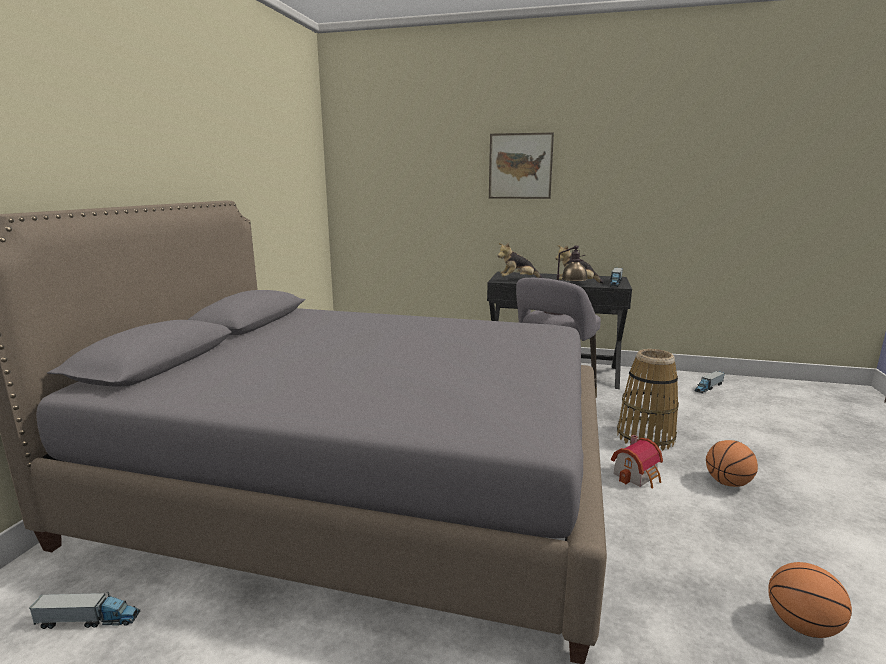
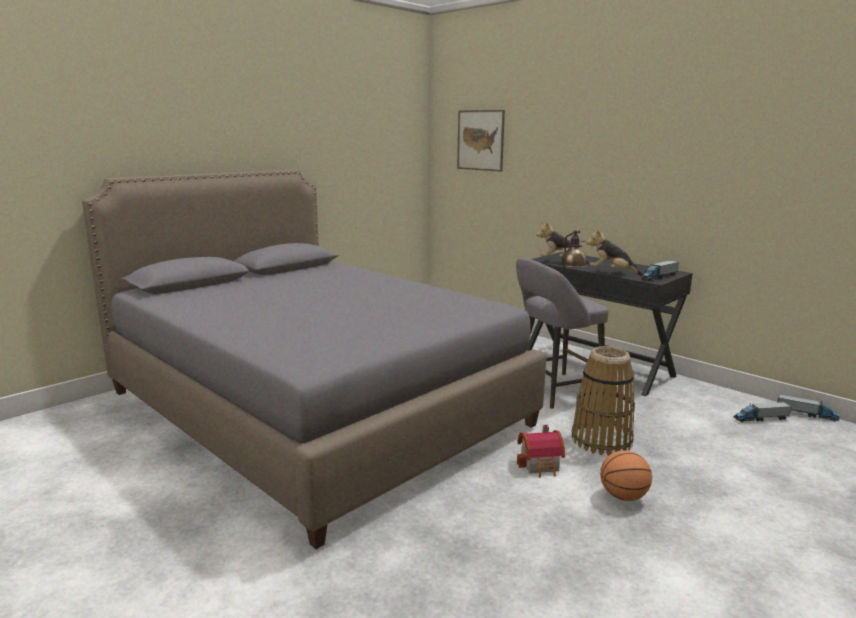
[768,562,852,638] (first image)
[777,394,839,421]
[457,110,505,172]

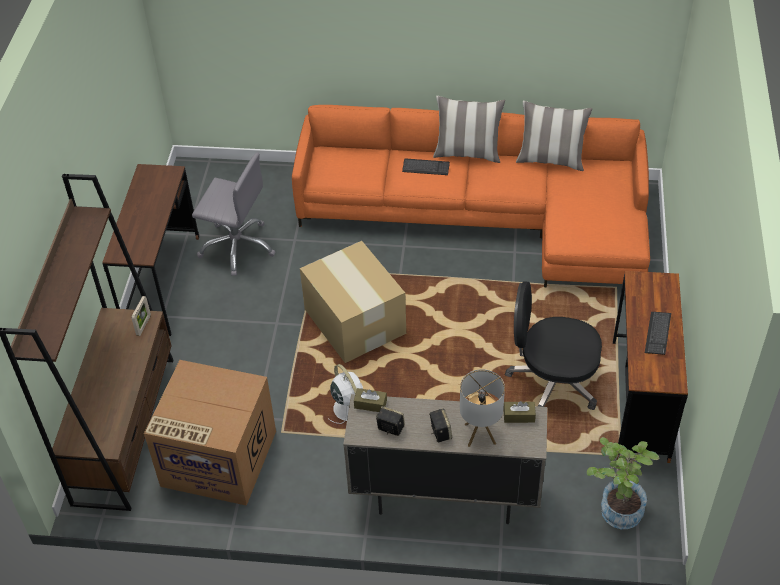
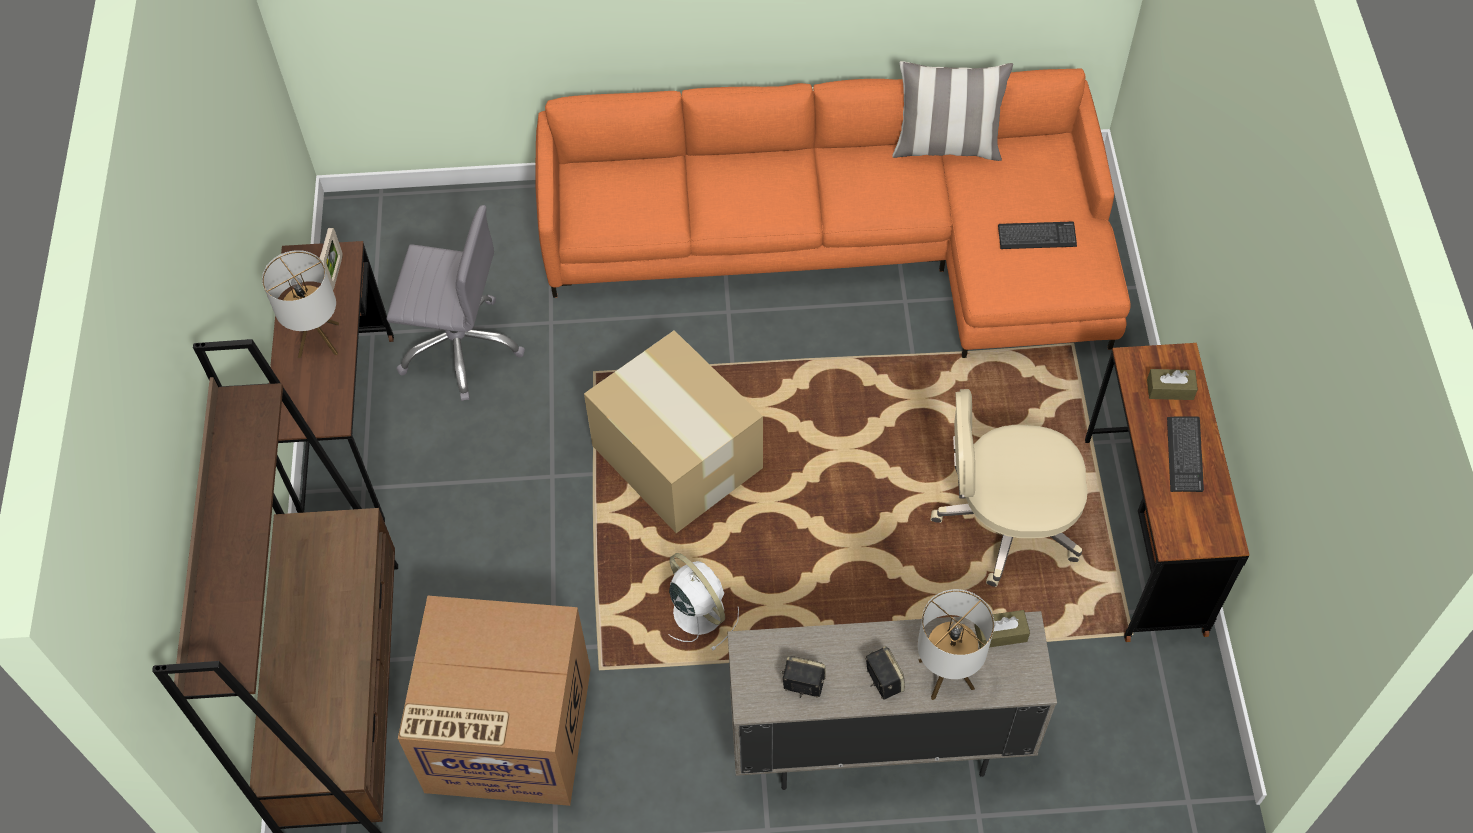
[433,96,505,163] (first image)
[587,437,659,529] (first image)
[262,250,339,358]
[320,228,343,289]
[1147,369,1198,400]
[998,222,1077,249]
[931,389,1088,587]

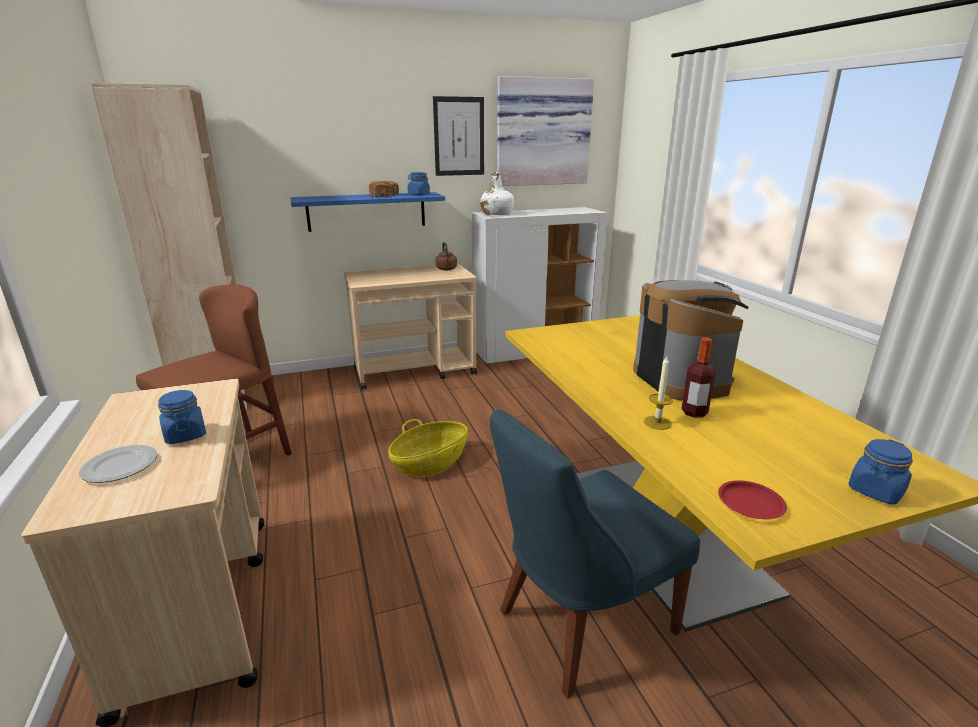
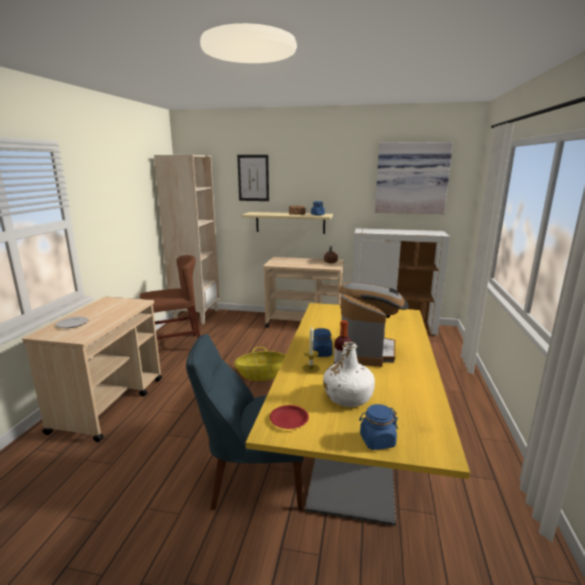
[313,328,333,357]
[237,155,269,201]
[323,342,375,407]
[242,212,333,234]

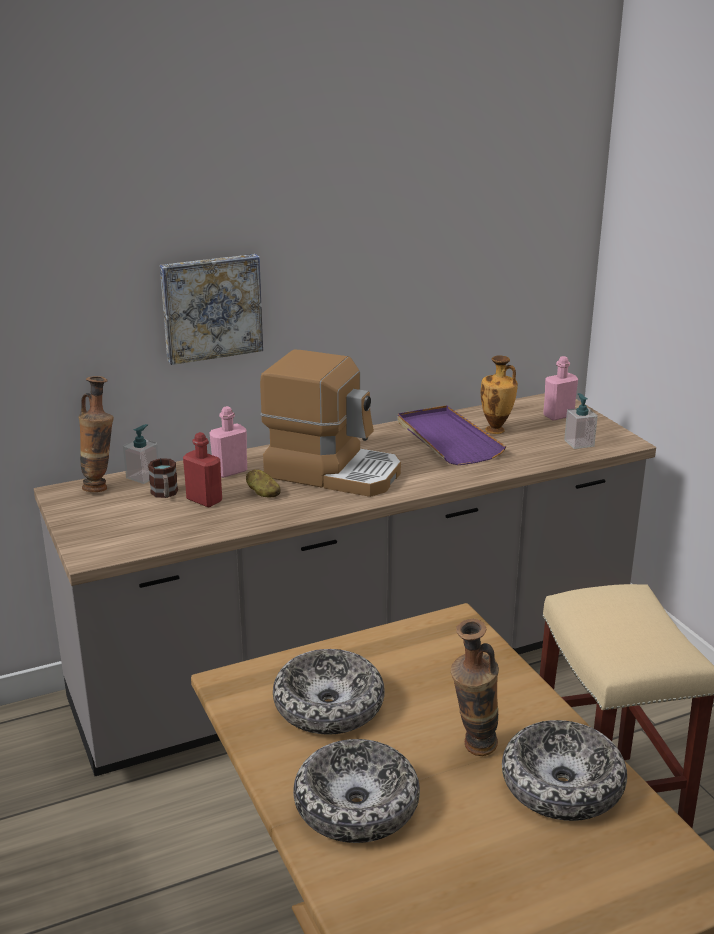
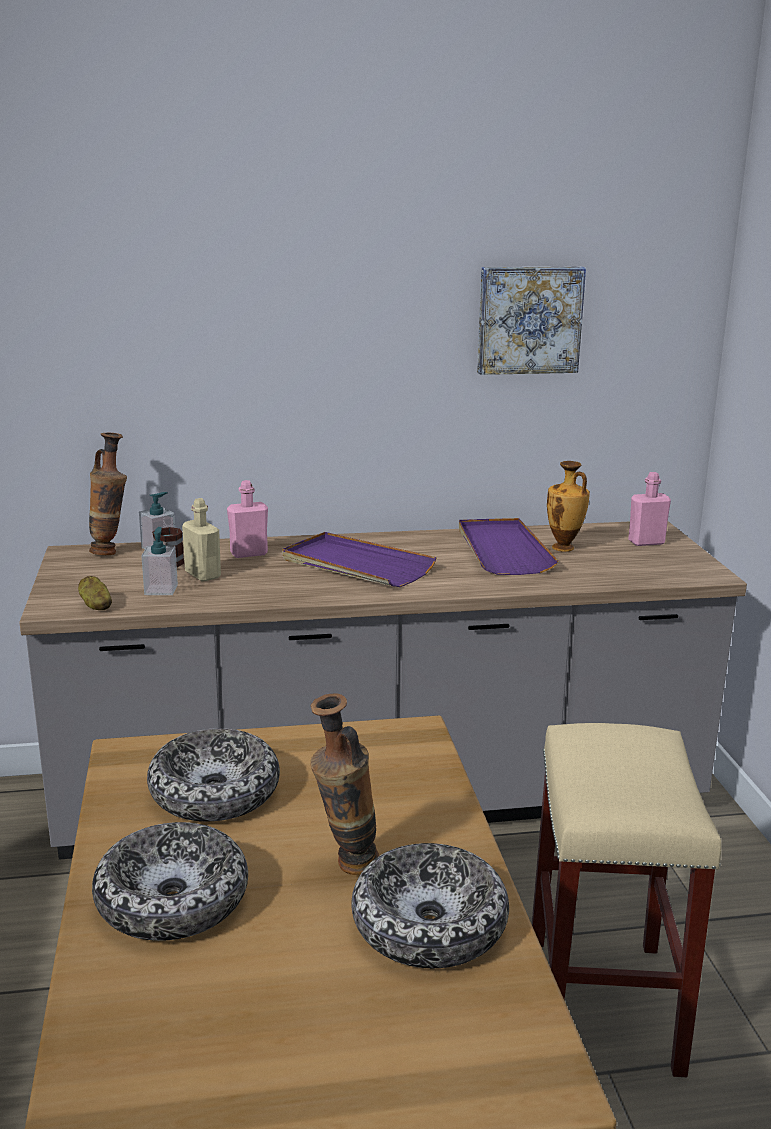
[477,267,586,375]
[78,576,112,610]
[141,527,178,595]
[282,532,437,587]
[182,498,221,582]

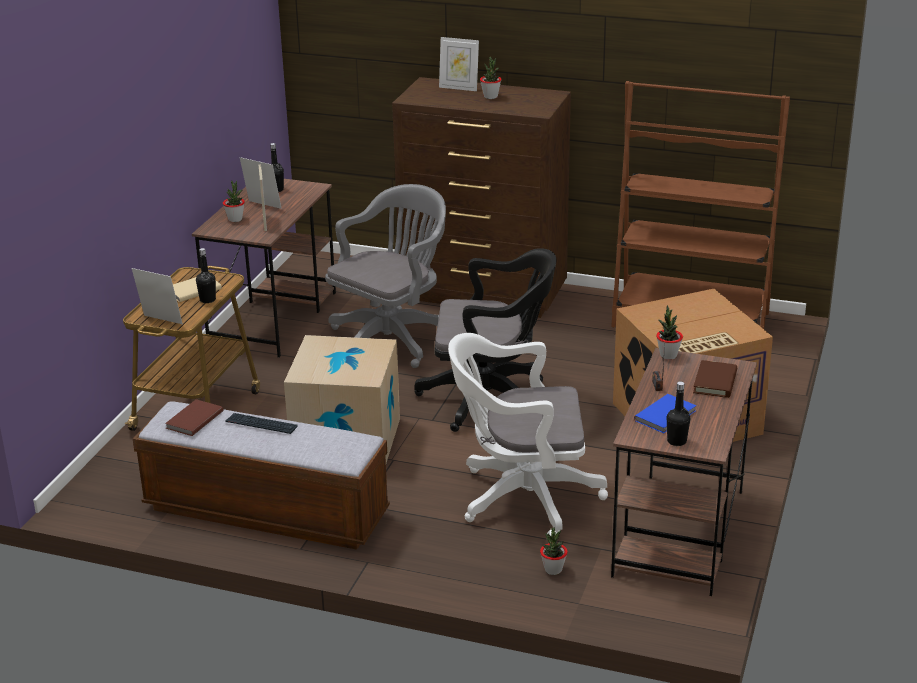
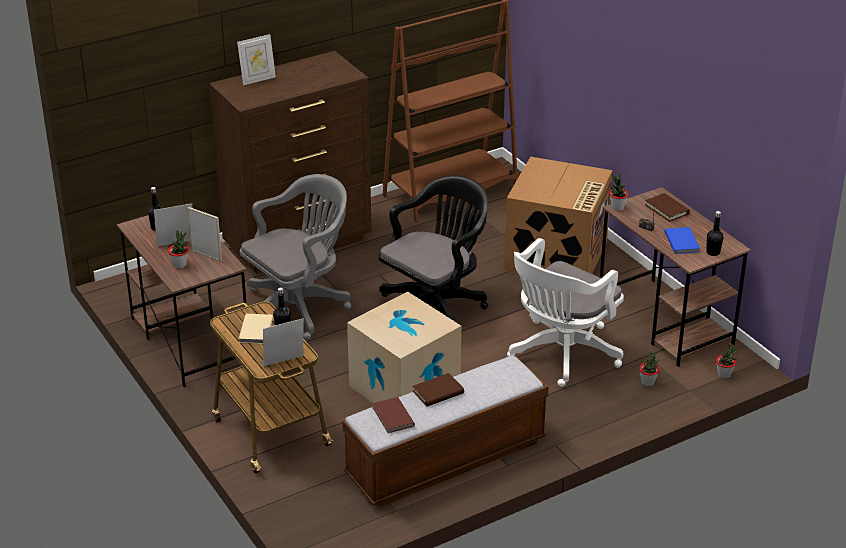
[716,343,737,378]
[412,373,464,407]
[240,174,351,340]

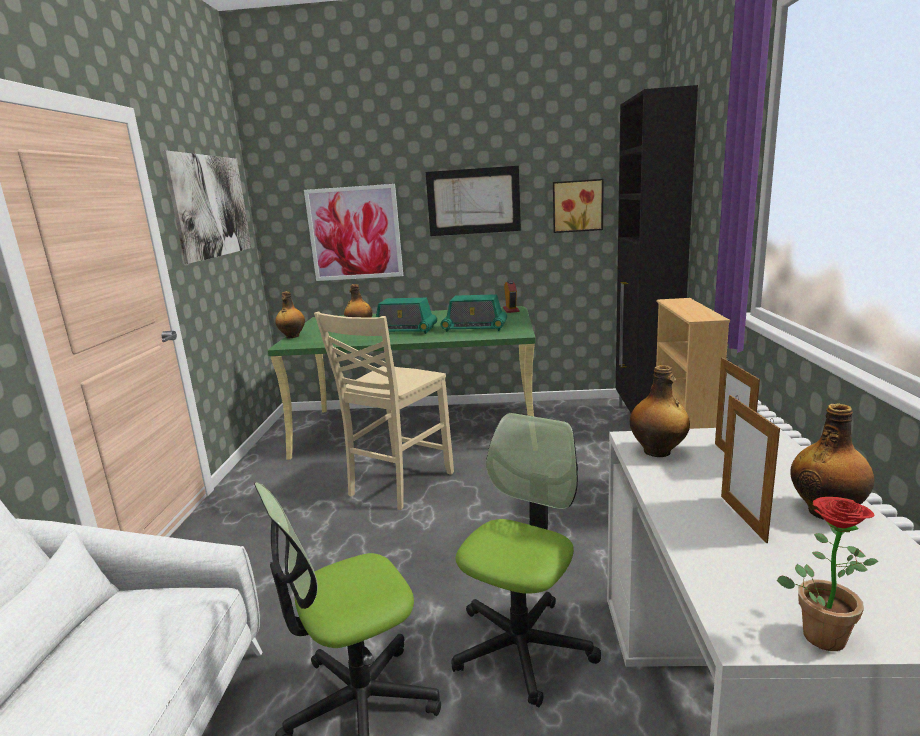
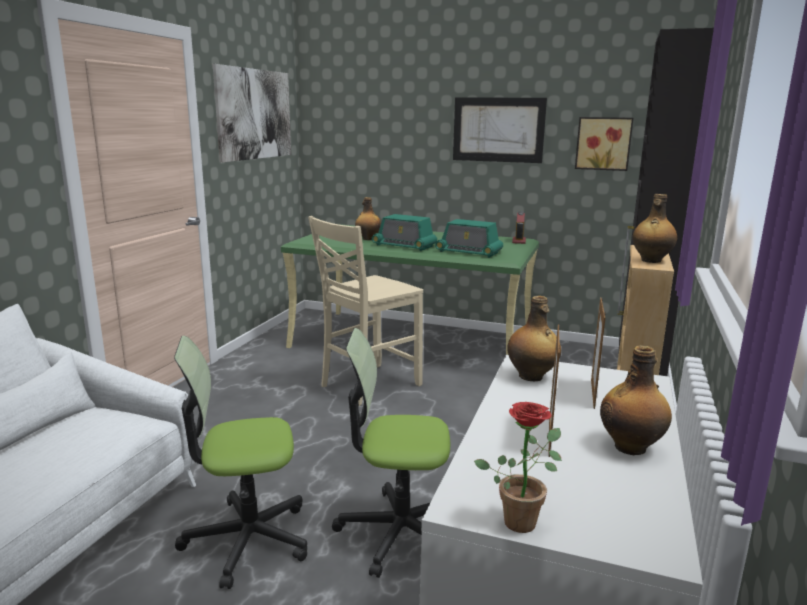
[304,184,403,281] (first image)
[632,194,677,263]
[332,328,450,578]

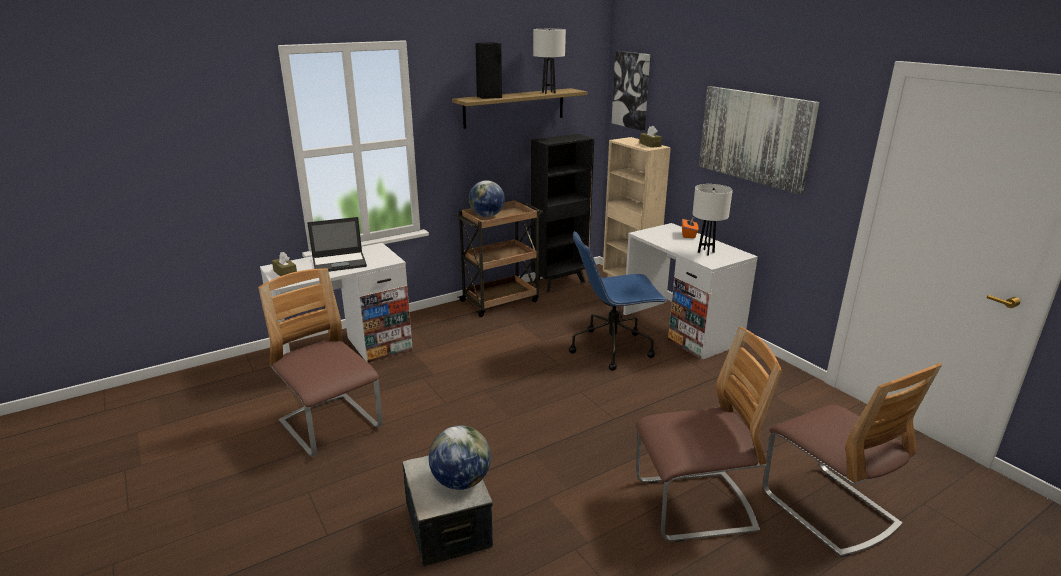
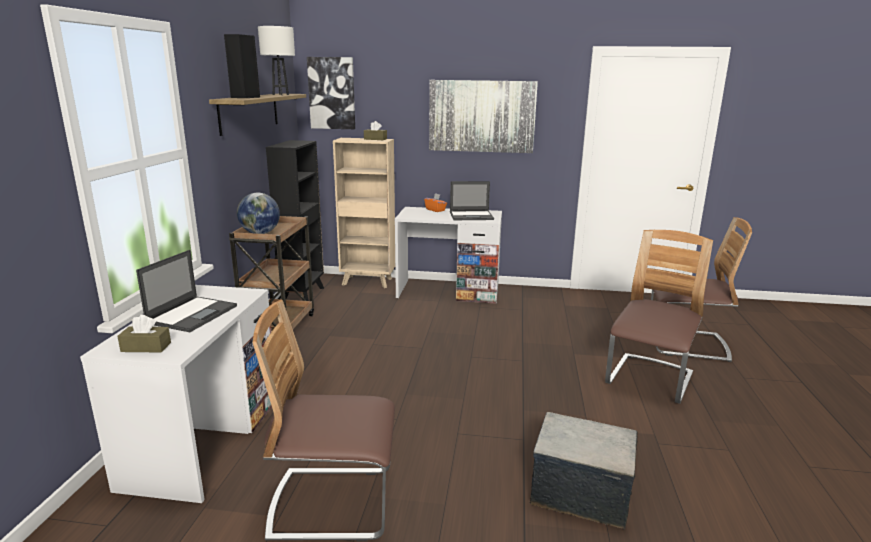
[429,425,491,490] (first image)
[569,231,667,371] (first image)
[450,181,494,220]

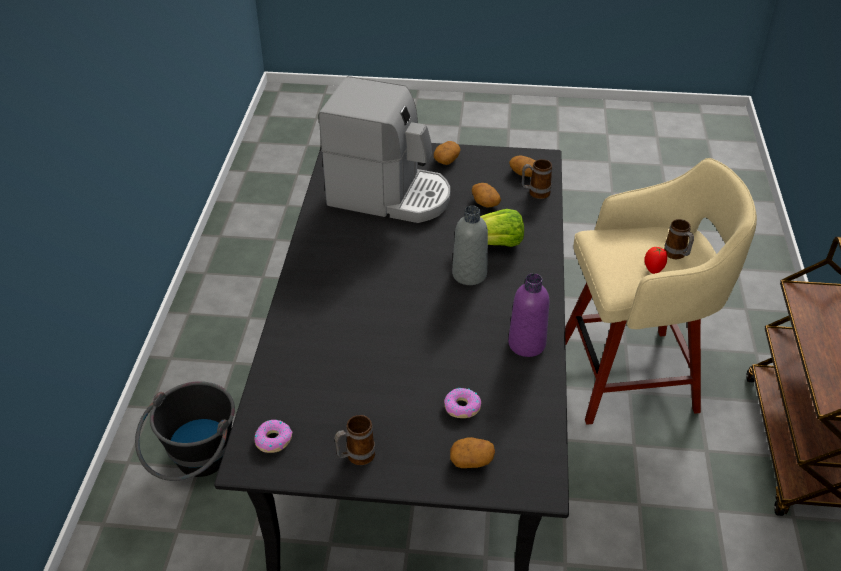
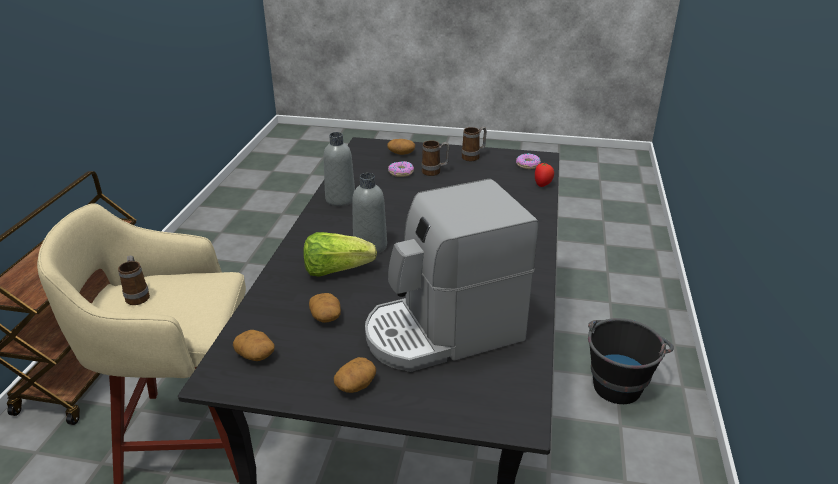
[422,140,449,176]
[535,163,554,187]
[323,132,355,206]
[365,179,538,372]

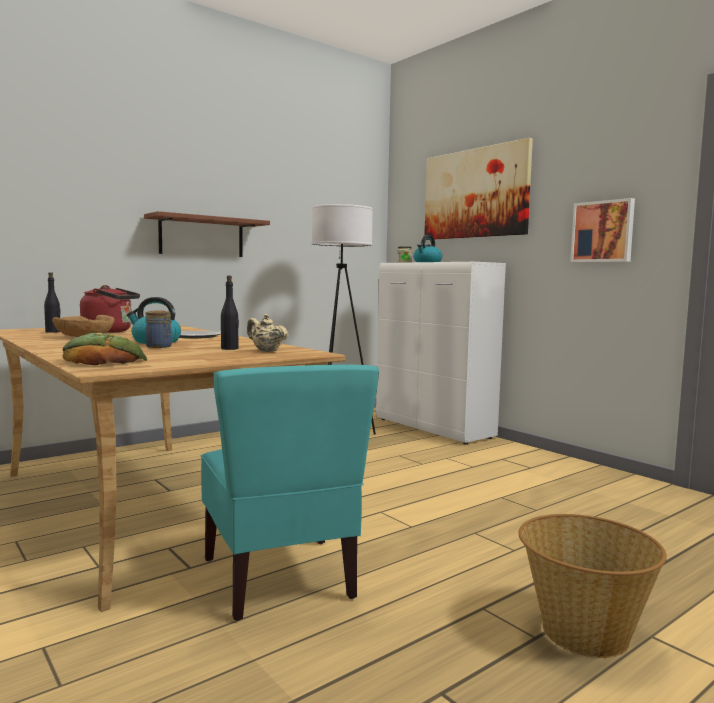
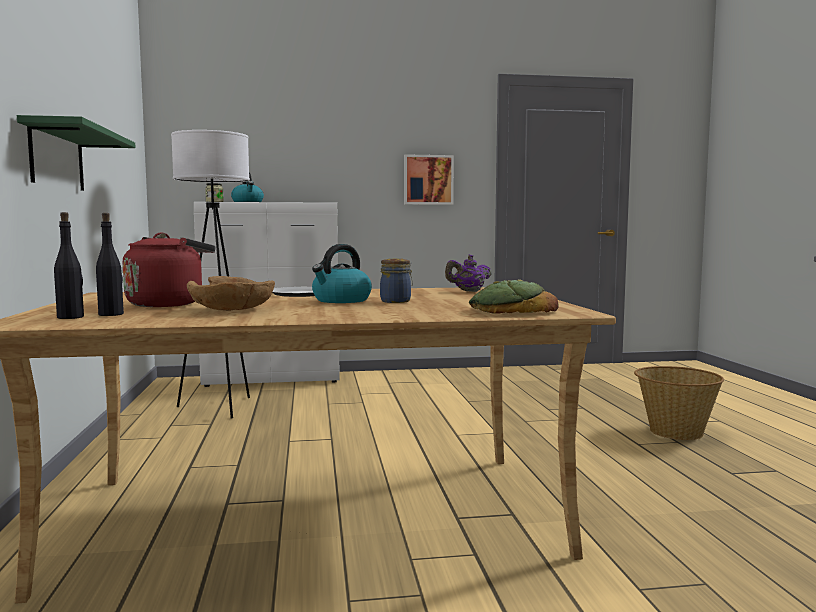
[200,364,379,621] (first image)
[424,138,533,240] (first image)
[54,212,84,319]
[17,115,136,191]
[445,255,492,292]

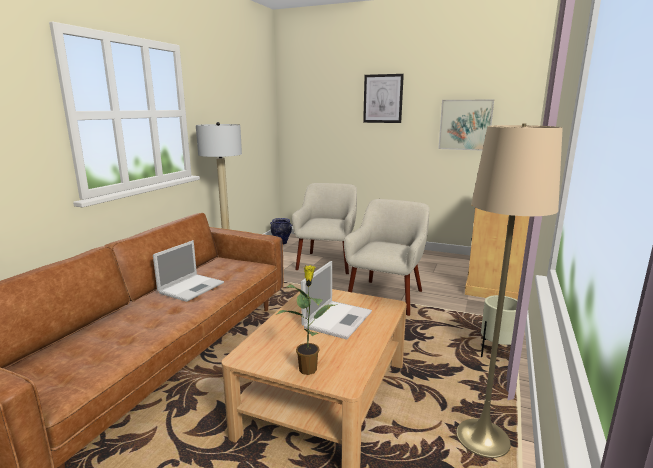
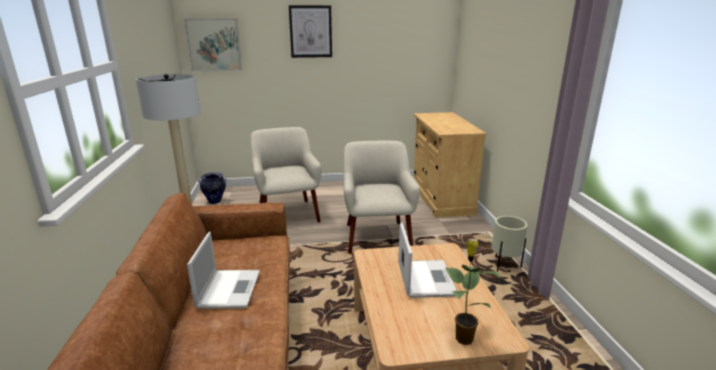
[456,124,563,458] (first image)
[184,19,242,71]

